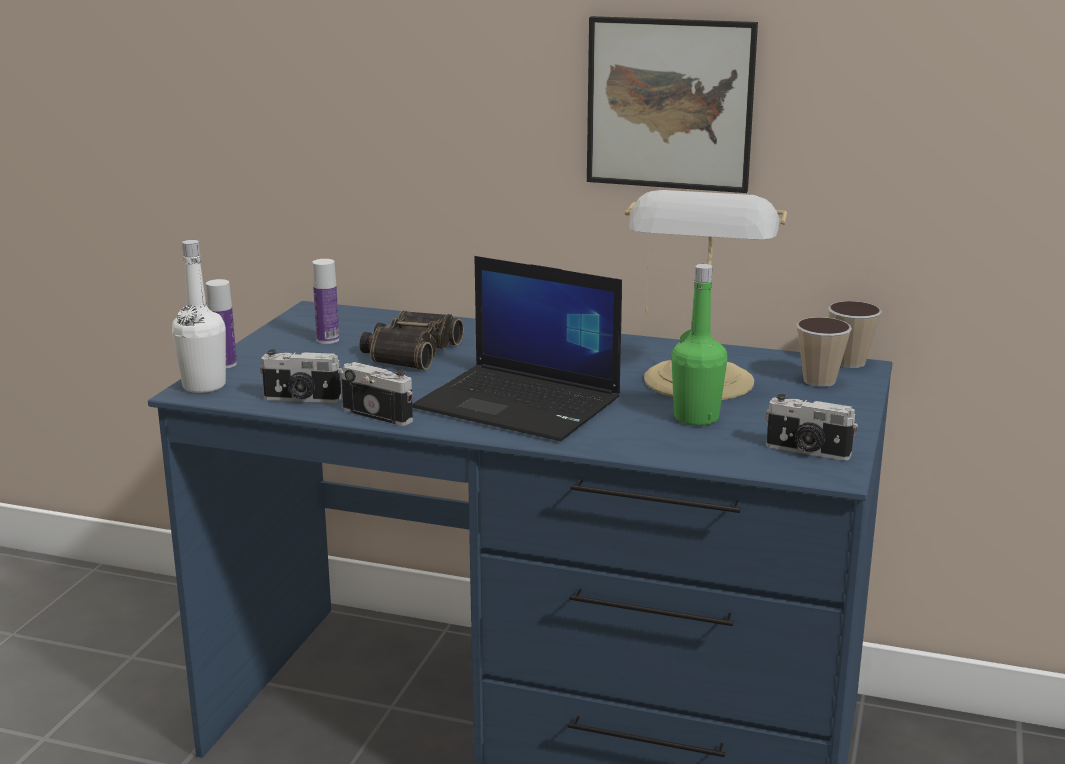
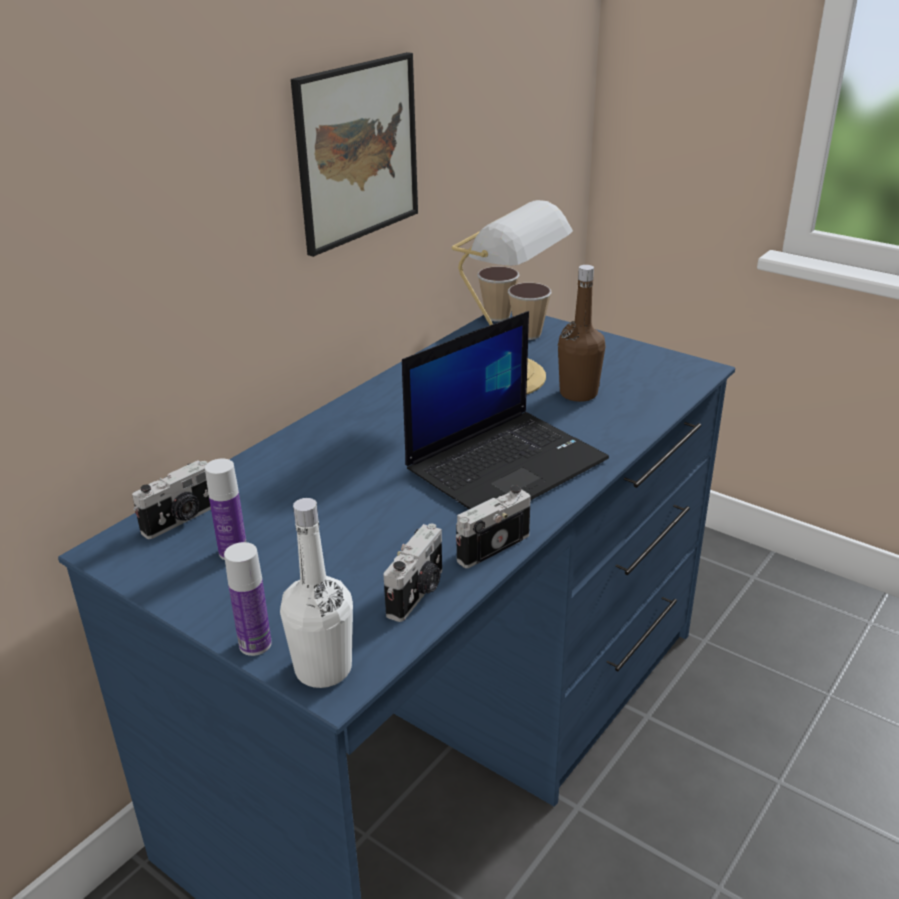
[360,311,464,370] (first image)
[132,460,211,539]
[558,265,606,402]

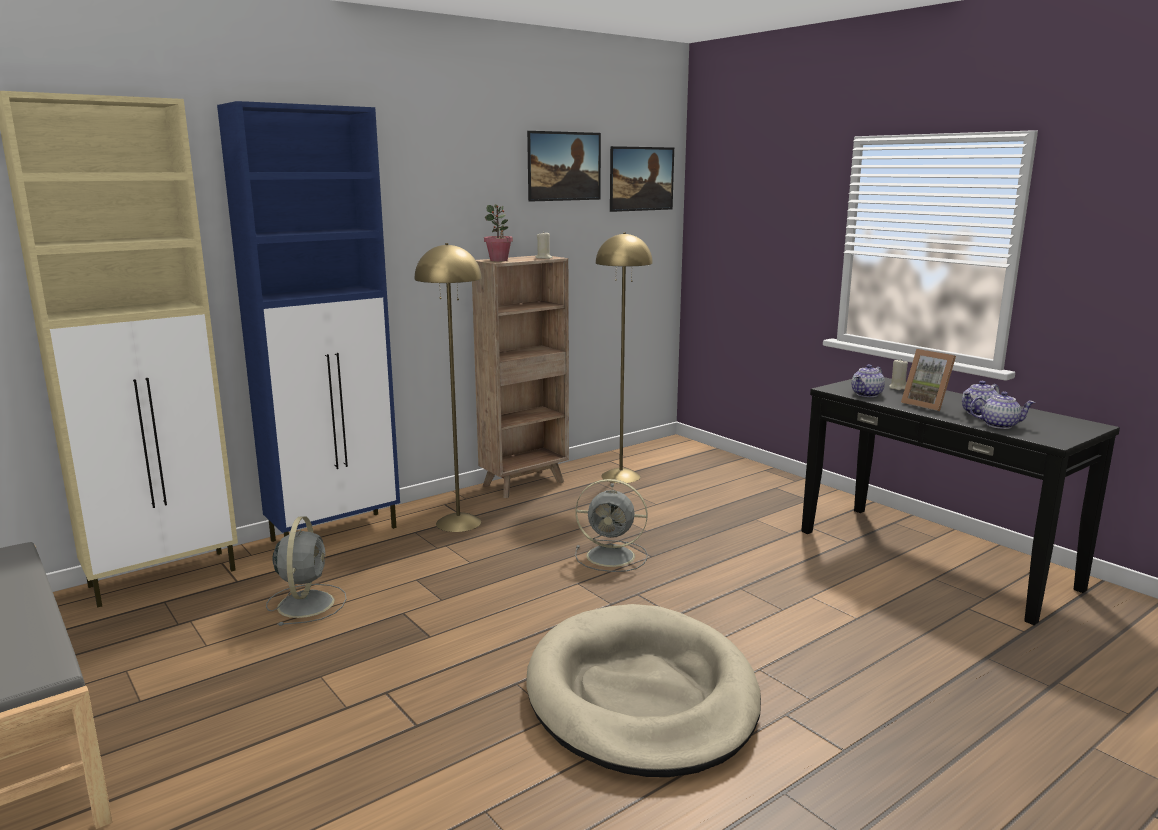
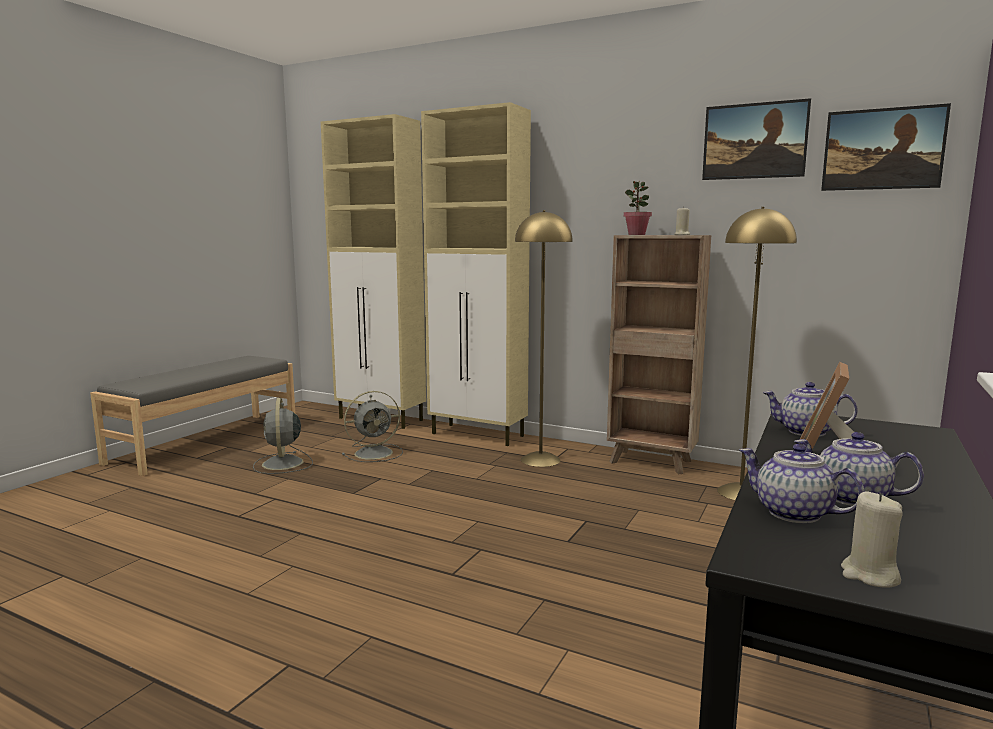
[526,604,761,777] (first image)
[253,398,313,474]
[841,491,903,587]
[421,102,531,446]
[739,444,864,523]

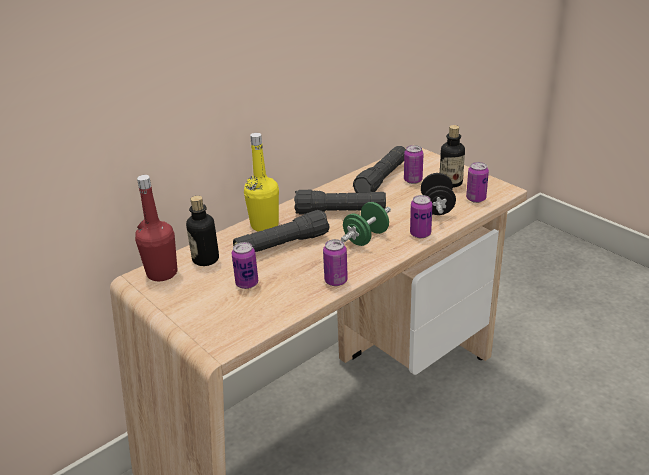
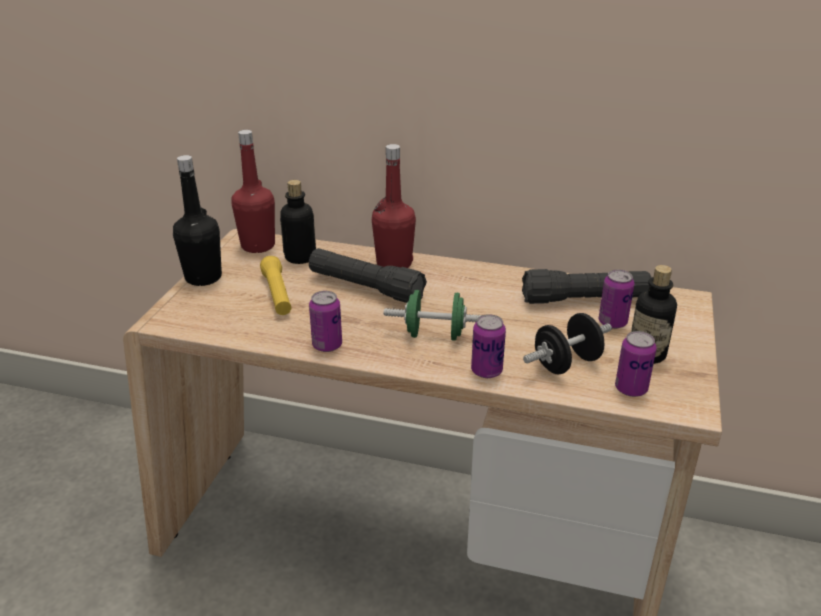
[294,190,386,214] (first image)
[173,155,222,286]
[260,256,291,315]
[372,144,416,268]

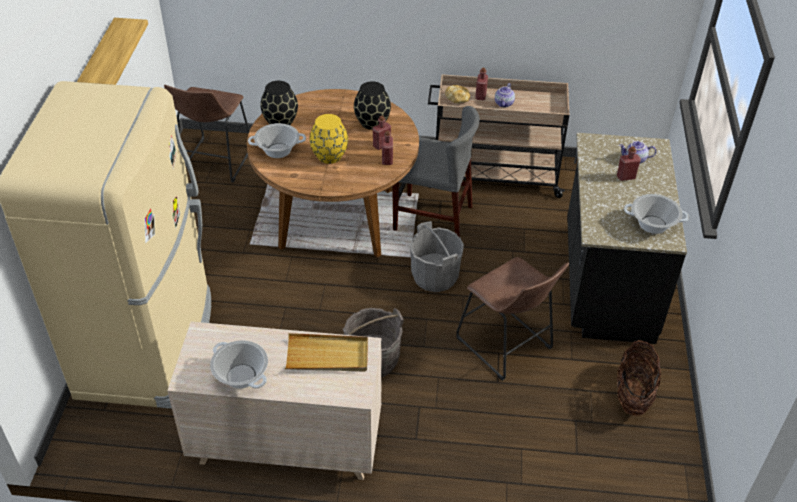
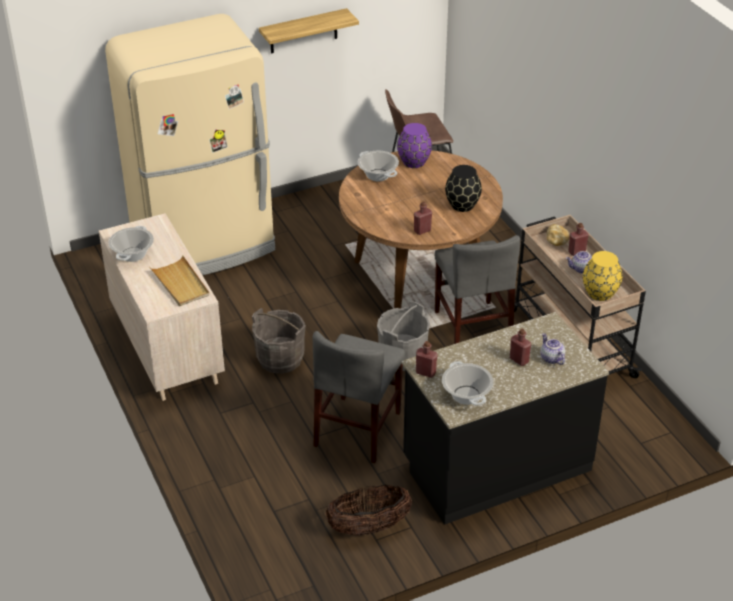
[583,251,622,301]
[416,341,437,378]
[313,331,405,463]
[397,123,432,168]

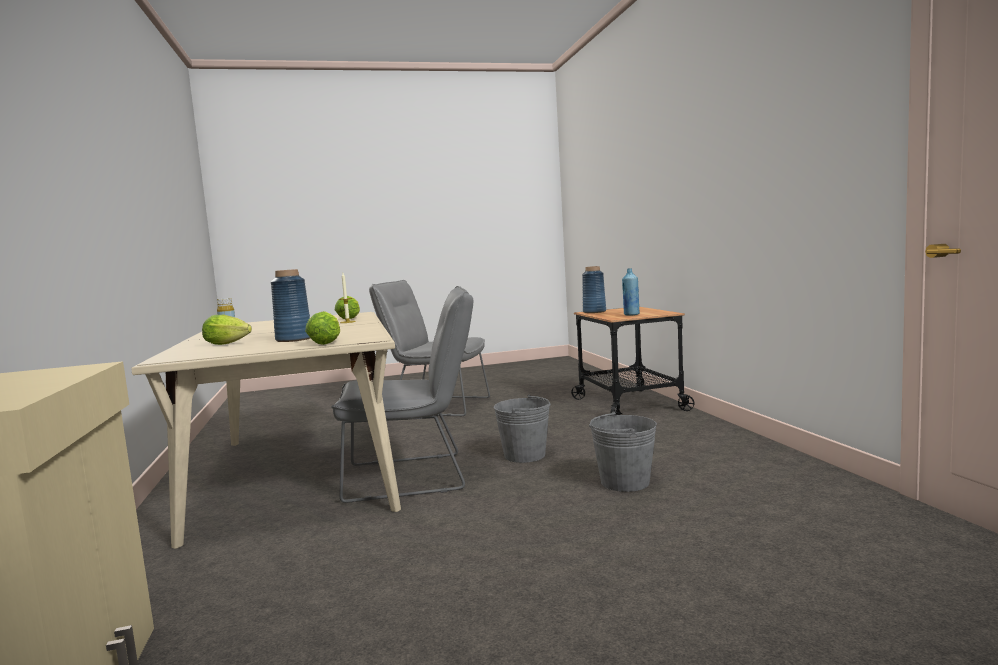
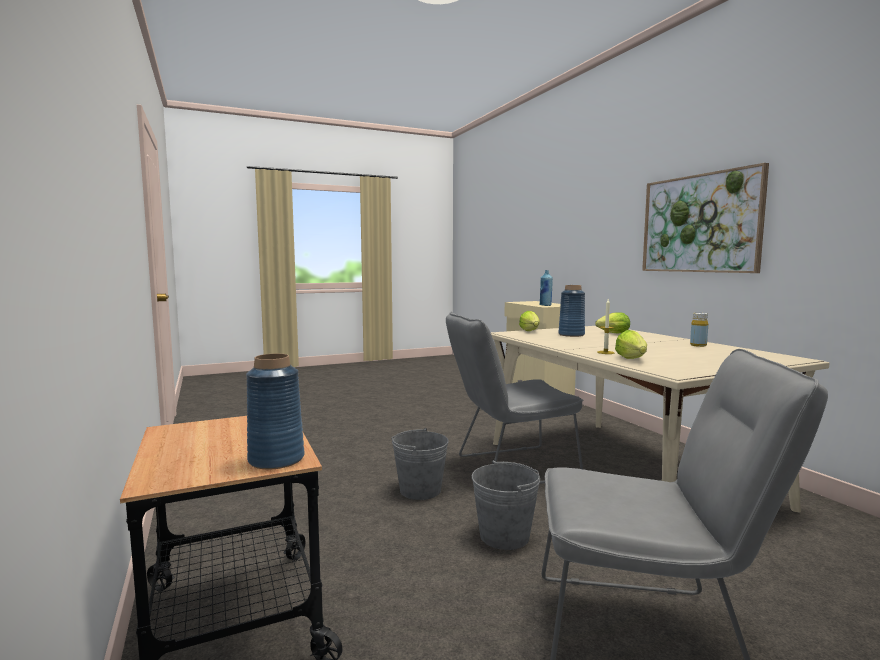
[642,163,769,273]
[472,460,540,550]
[540,270,553,306]

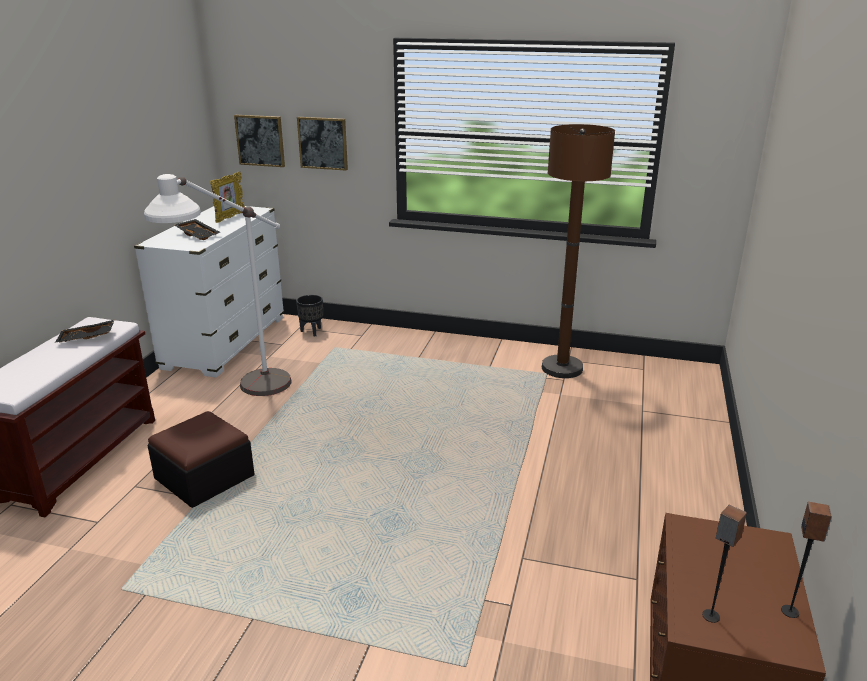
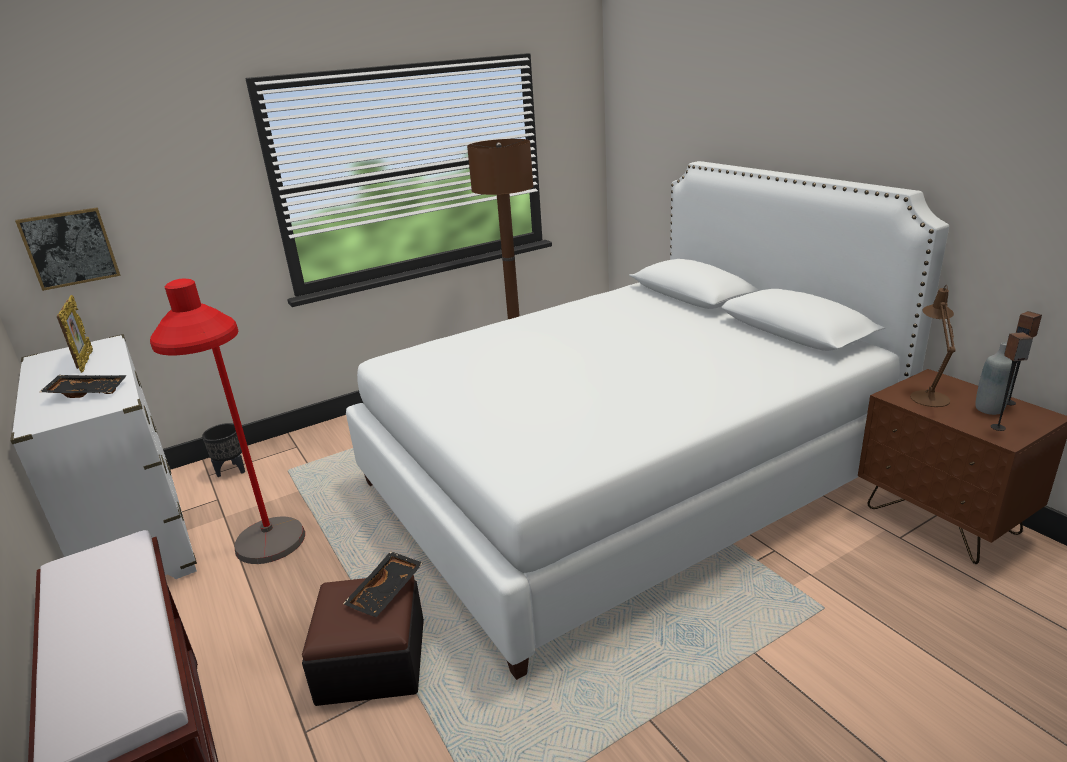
[297,117,348,171] (first image)
[346,161,949,680]
[910,285,956,407]
[975,342,1015,415]
[343,551,423,617]
[150,279,305,564]

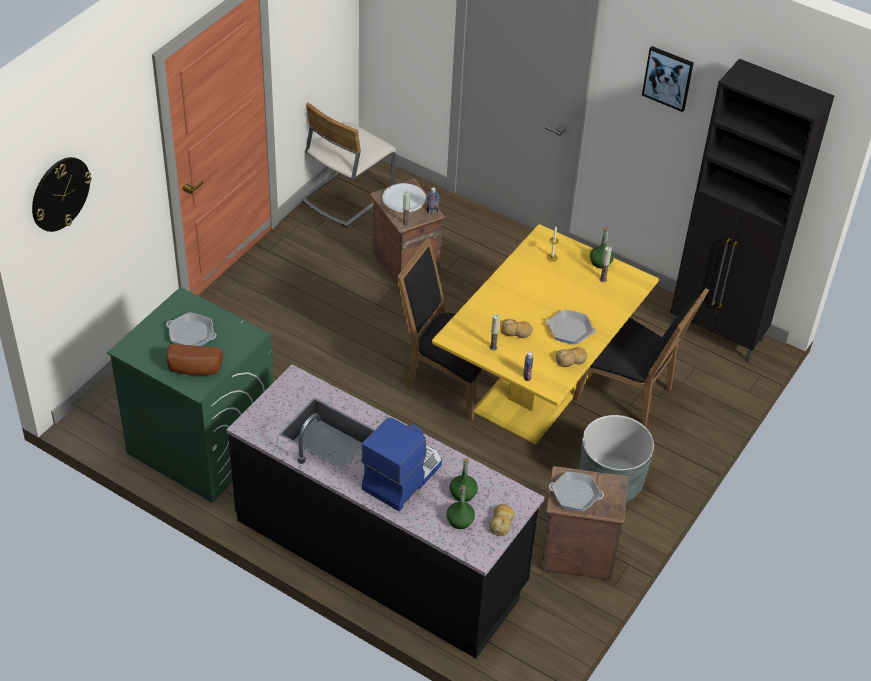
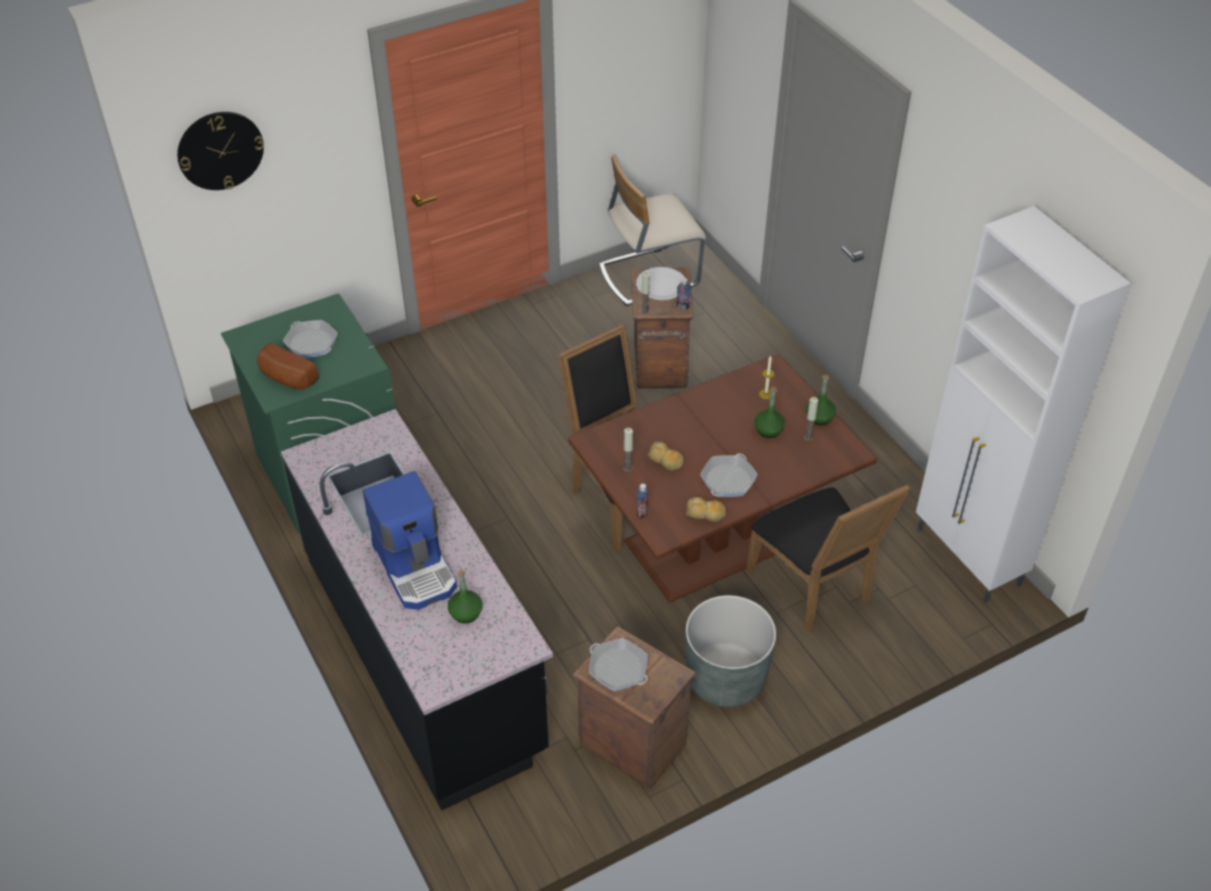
[489,504,515,536] (first image)
[642,46,694,112] (first image)
[754,387,785,438]
[568,354,877,603]
[916,206,1131,603]
[363,471,457,610]
[700,454,758,497]

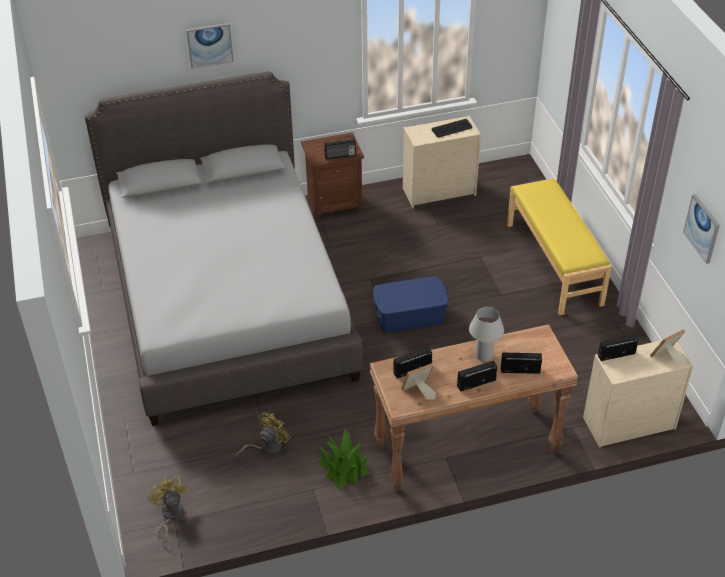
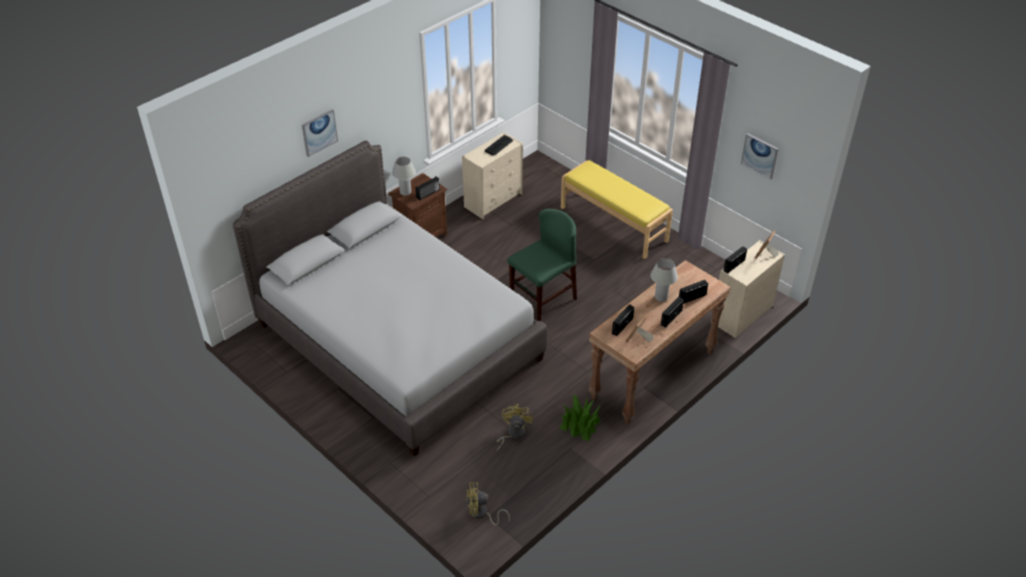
[392,157,416,196]
[507,209,577,321]
[466,482,510,526]

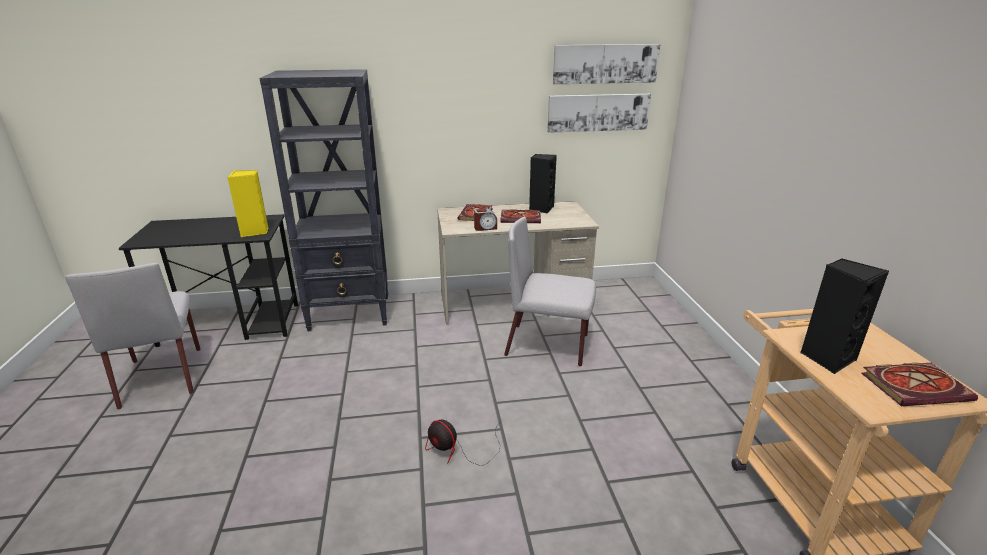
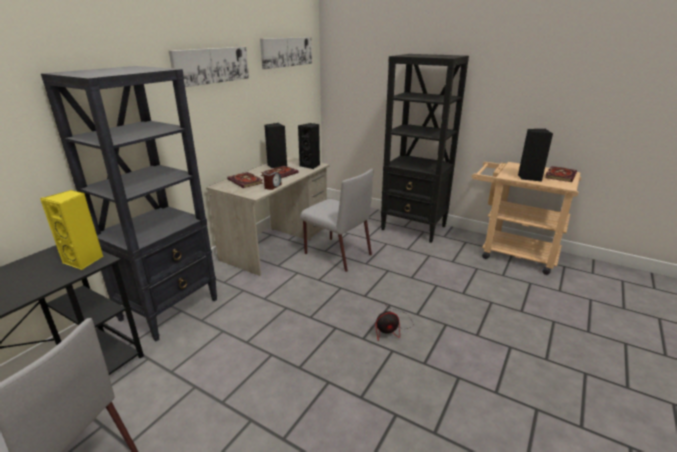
[298,123,320,169]
[381,54,469,243]
[169,47,249,87]
[300,169,373,272]

